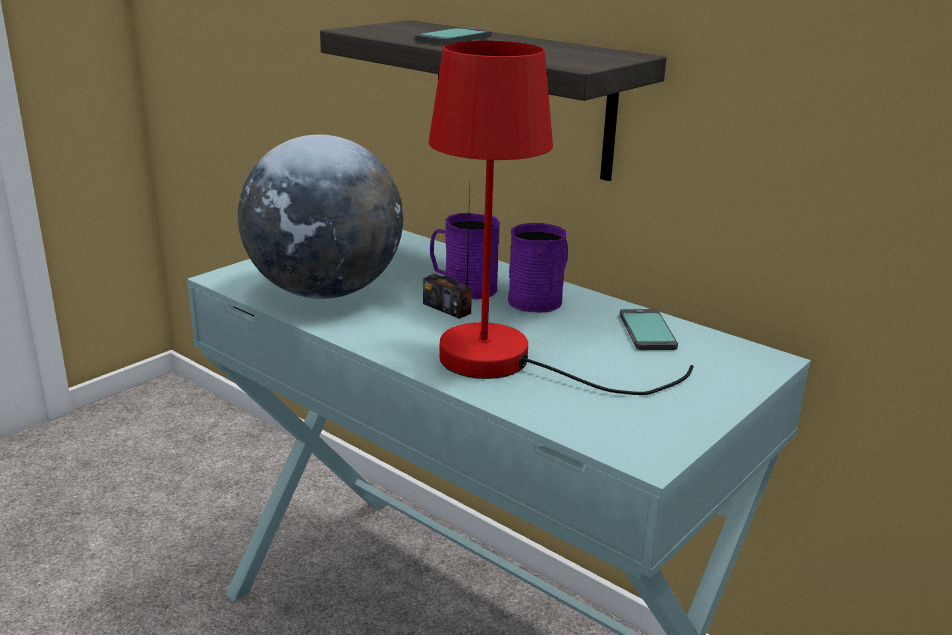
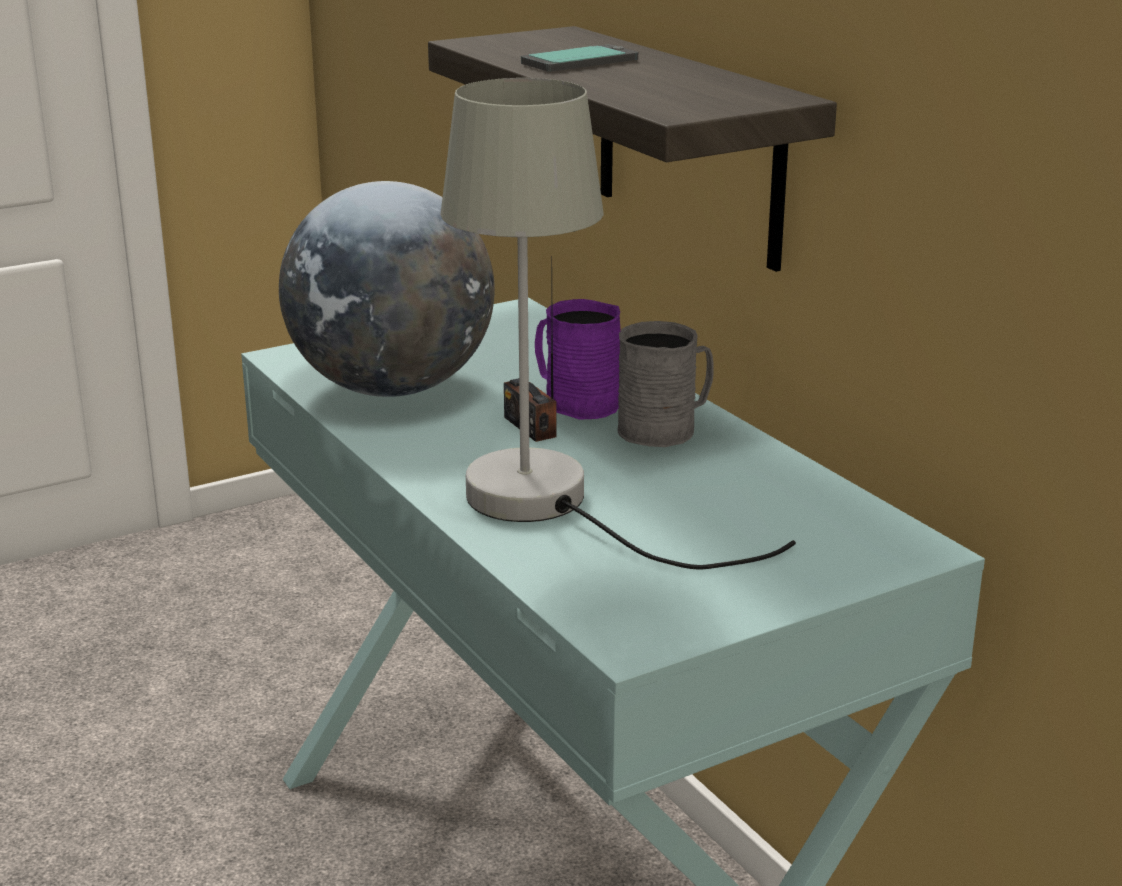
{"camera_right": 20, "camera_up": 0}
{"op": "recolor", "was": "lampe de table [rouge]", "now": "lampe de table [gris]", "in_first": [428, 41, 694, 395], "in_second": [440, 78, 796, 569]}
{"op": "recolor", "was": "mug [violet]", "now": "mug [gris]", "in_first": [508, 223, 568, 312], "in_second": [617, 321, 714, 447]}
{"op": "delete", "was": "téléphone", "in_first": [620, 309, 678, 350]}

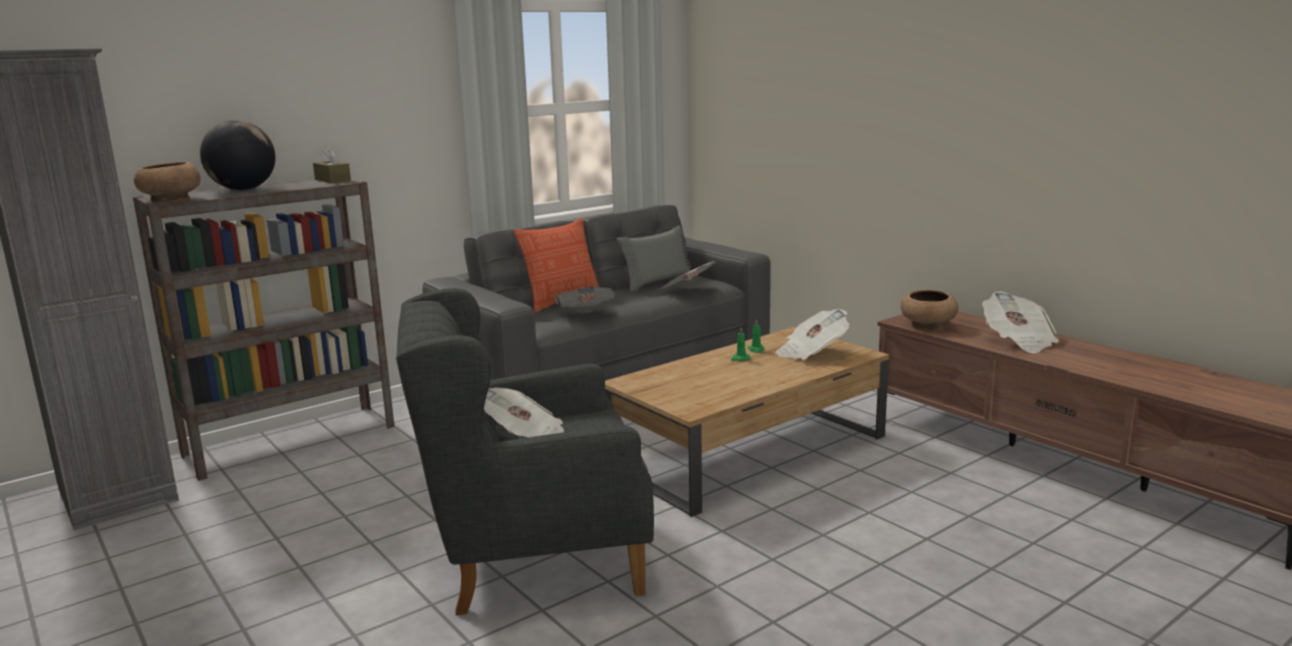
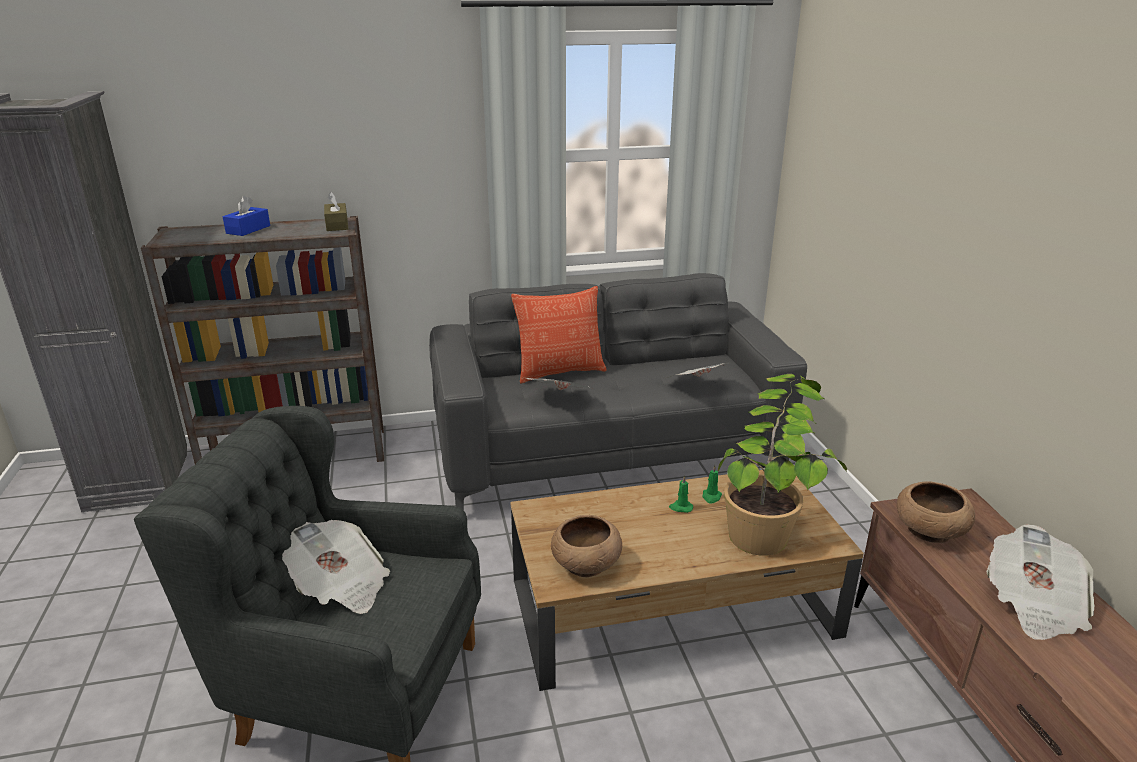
{"camera_right": 25, "camera_up": 10}
{"op": "replace", "was": "globe", "now": "boîte à mouchoirs [bleu]", "in_first": [200, 120, 275, 190], "in_second": [223, 196, 270, 236]}
{"op": "move", "was": "bol [marron]", "in_first": [134, 162, 201, 203], "in_second": [551, 515, 622, 577]}
{"op": "delete", "was": "coussin [gris]", "in_first": [617, 226, 692, 292]}
{"op": "replace", "was": "journal", "now": "plante en pot", "in_first": [775, 309, 849, 360], "in_second": [718, 374, 847, 556]}

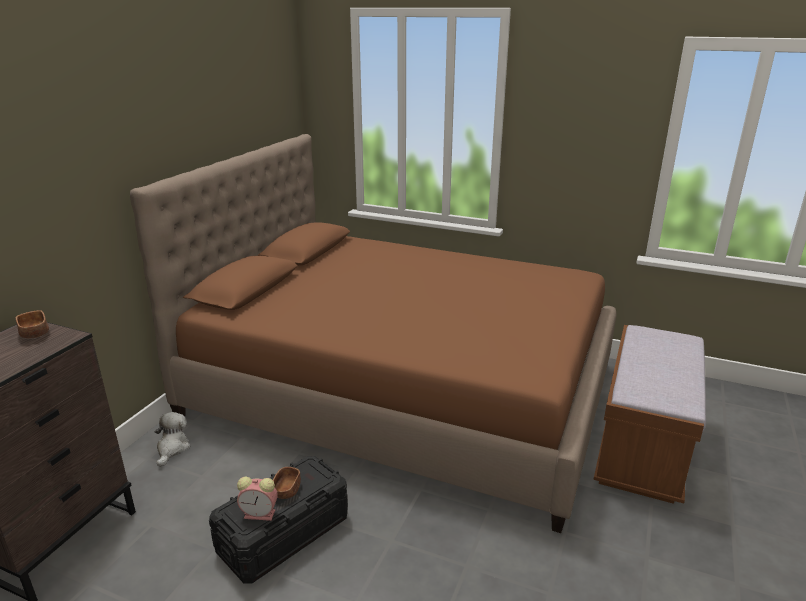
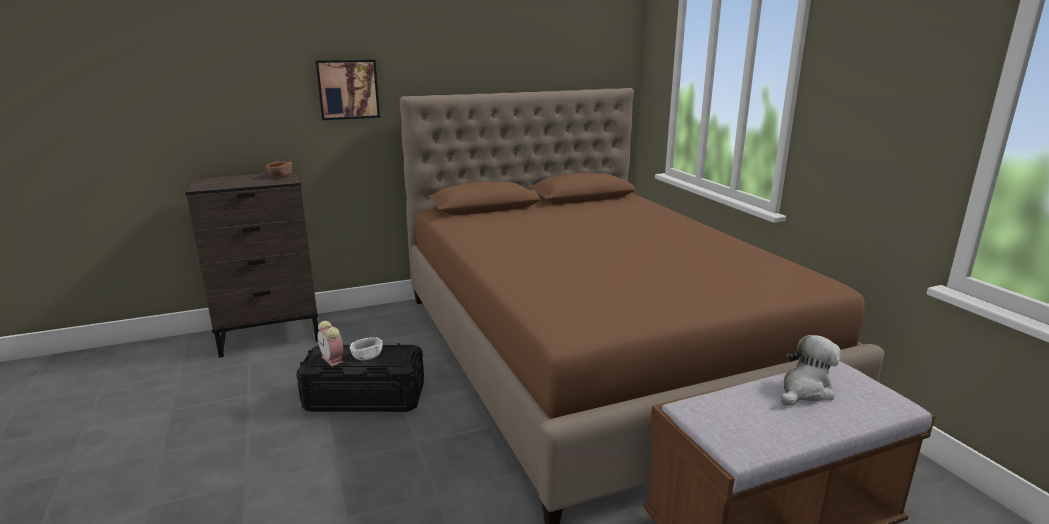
{"camera_right": 45, "camera_up": -5}
{"op": "move", "was": "peluche", "in_first": [154, 412, 190, 467], "in_second": [781, 335, 841, 406]}
{"op": "recolor", "was": "bol [marron]", "now": "bol [blanc]", "in_first": [273, 467, 301, 499], "in_second": [350, 337, 383, 360]}
{"op": "insert", "now": "tableau", "in_second": [315, 59, 380, 120]}

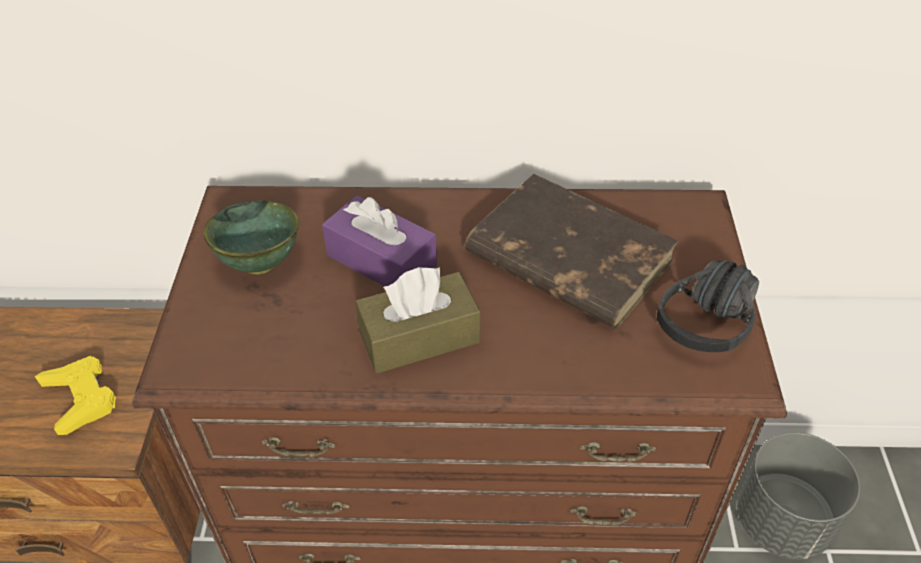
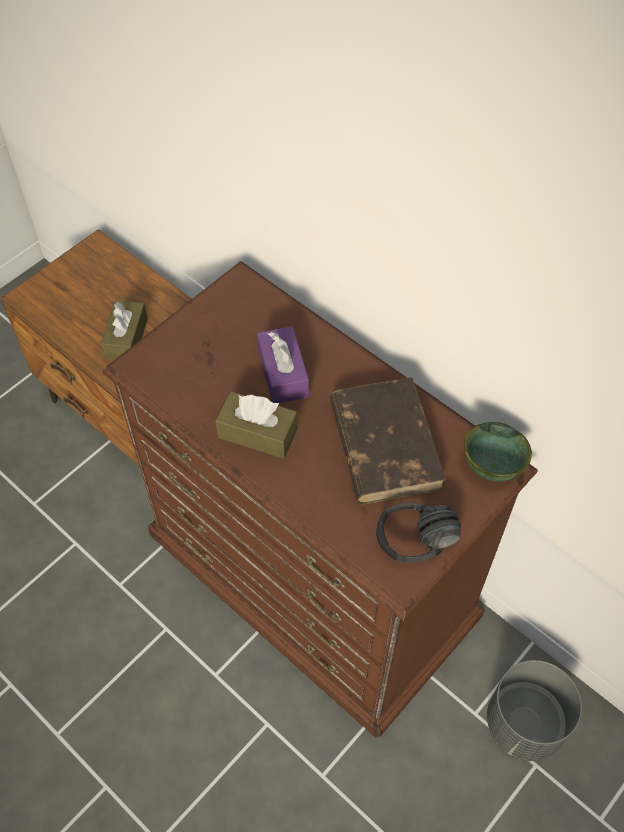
{"camera_right": 40, "camera_up": 10}
{"op": "move", "was": "bol [vert]", "in_first": [203, 201, 299, 275], "in_second": [464, 422, 532, 482]}
{"op": "replace", "was": "manette [jaune]", "now": "boîte à mouchoirs [marron]", "in_first": [35, 356, 116, 435], "in_second": [100, 300, 148, 360]}

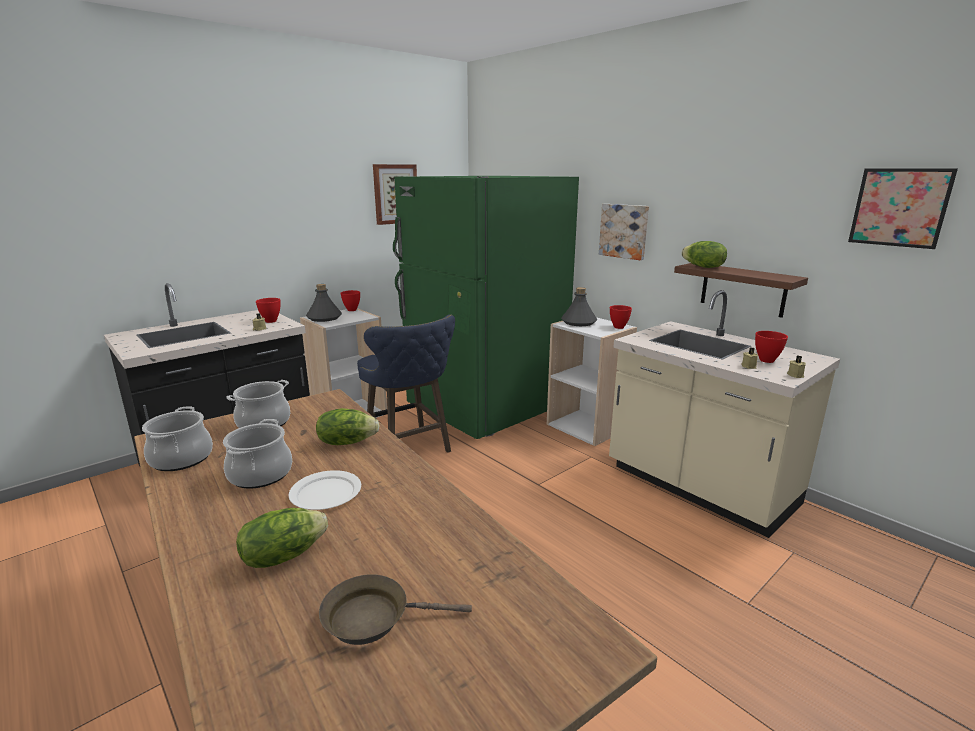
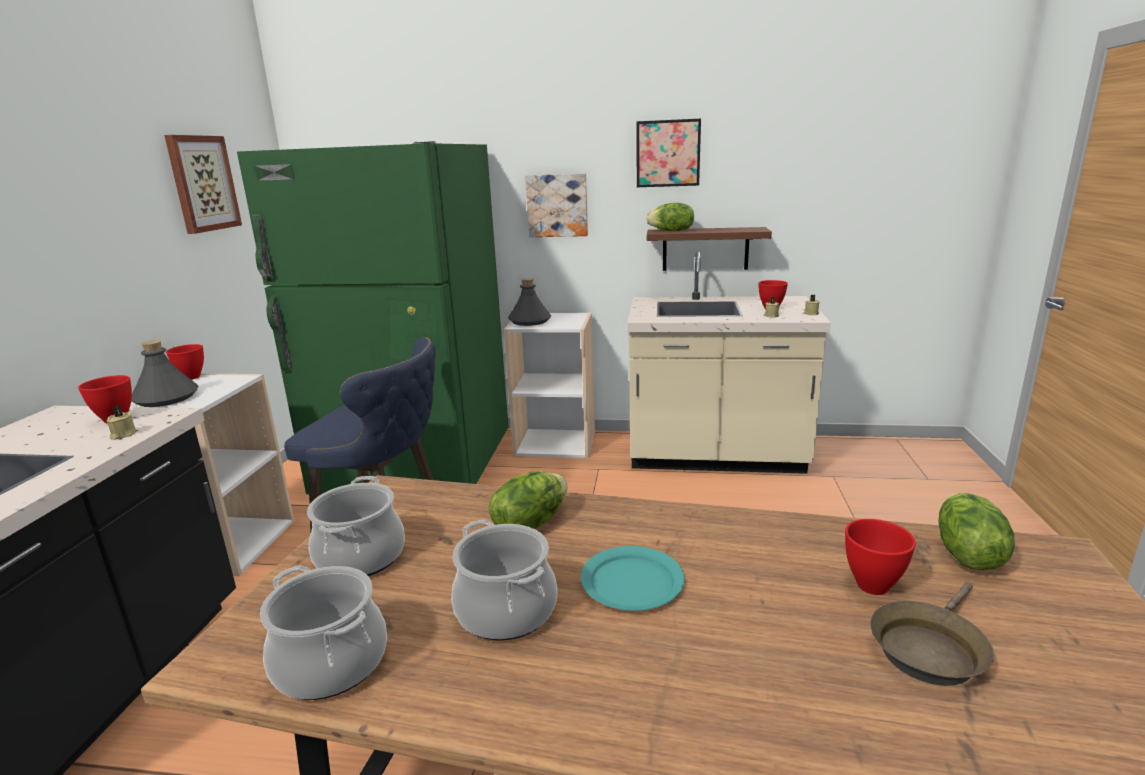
{"camera_right": -40, "camera_up": 0}
{"op": "move", "was": "tableau", "in_first": [848, 169, 958, 249], "in_second": [637, 119, 701, 187]}
{"op": "move", "was": "bol [rouge]", "in_first": [610, 305, 632, 329], "in_second": [845, 519, 916, 595]}
{"op": "recolor", "was": "assiette [blanc]", "now": "assiette [turquoise]", "in_first": [289, 470, 361, 510], "in_second": [580, 546, 685, 611]}
{"op": "move", "was": "laitue", "in_first": [236, 508, 328, 568], "in_second": [939, 493, 1015, 570]}

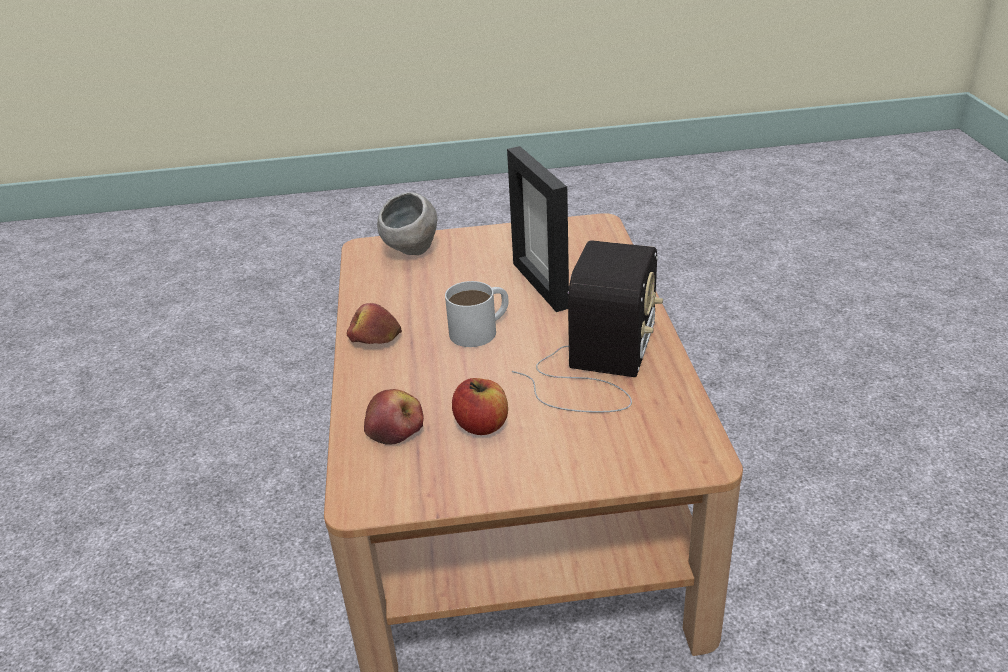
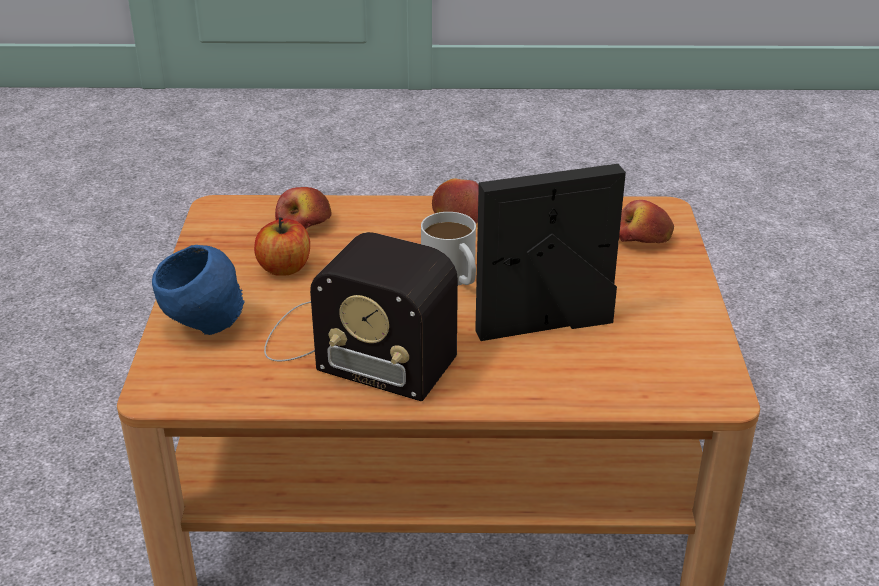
{"camera_right": 95, "camera_up": 0}
{"op": "replace", "was": "bol [gris]", "now": "pomme", "in_first": [377, 192, 437, 256], "in_second": [619, 200, 674, 243]}
{"op": "insert", "now": "bol [bleu]", "in_second": [152, 245, 245, 335]}

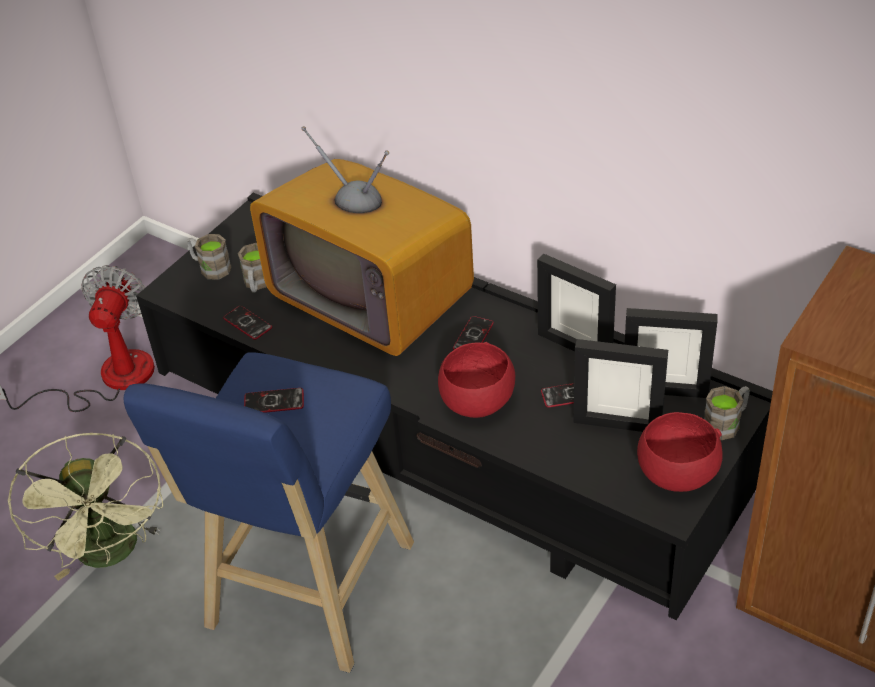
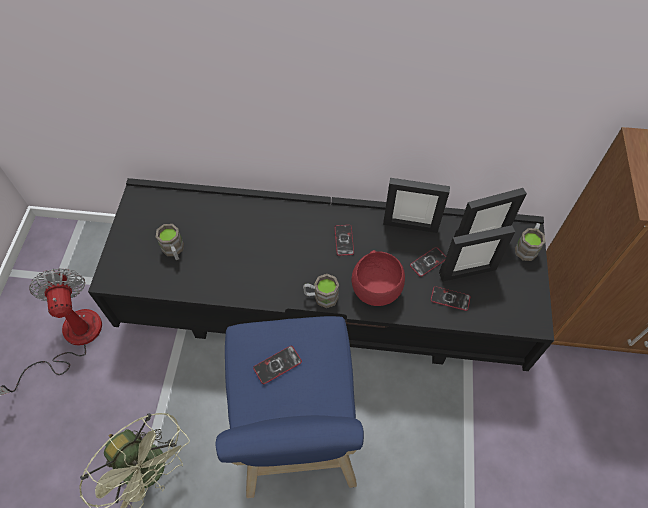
{"camera_right": -30, "camera_up": 15}
{"op": "delete", "was": "téléviseur", "in_first": [250, 126, 474, 356]}
{"op": "move", "was": "mug [marron]", "in_first": [187, 234, 232, 280], "in_second": [303, 274, 339, 308]}
{"op": "move", "was": "téléphone", "in_first": [223, 306, 272, 340], "in_second": [431, 286, 471, 311]}
{"op": "delete", "was": "bol [rouge]", "in_first": [637, 412, 723, 492]}

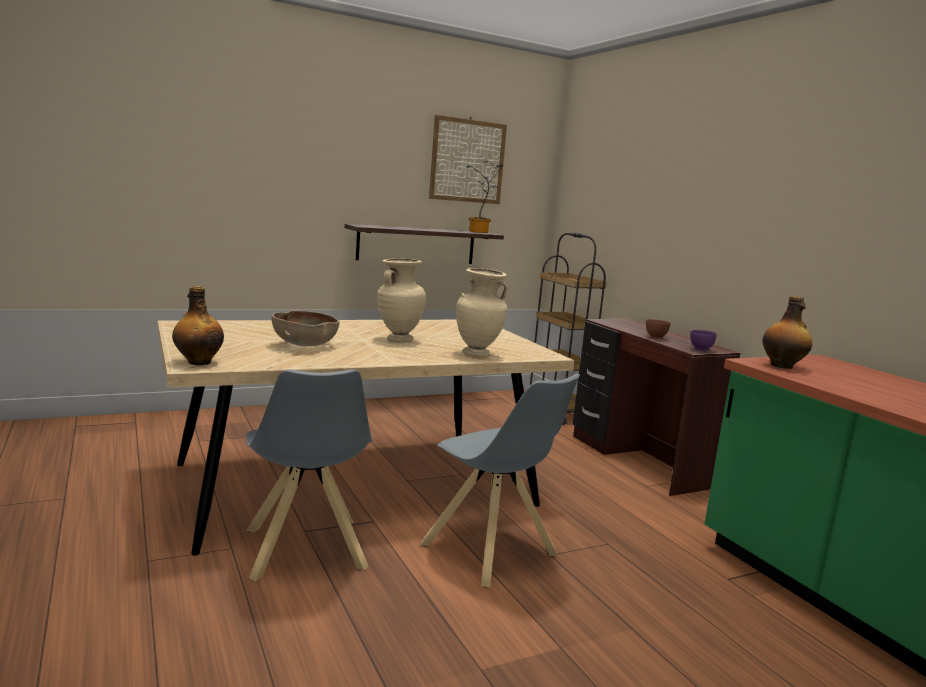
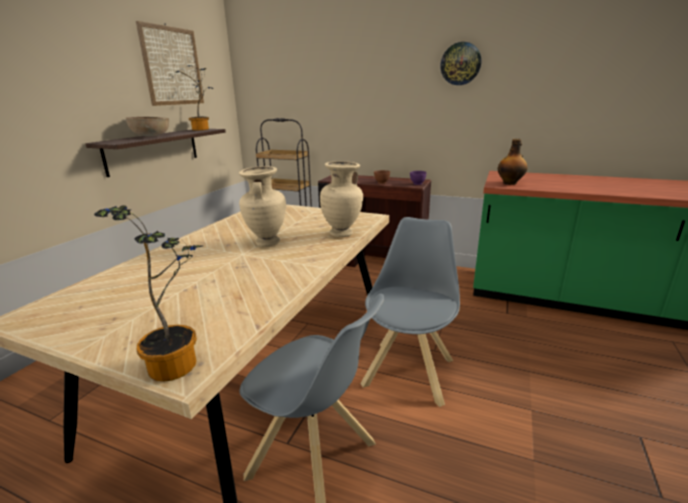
{"camera_right": -40, "camera_up": 10}
{"op": "replace", "was": "bouteille", "now": "plante en pot", "in_first": [172, 286, 224, 365], "in_second": [94, 205, 202, 382]}
{"op": "move", "was": "bol [marron]", "in_first": [272, 311, 340, 346], "in_second": [126, 117, 169, 137]}
{"op": "rotate", "was": "chaise [gris]", "in_first": [420, 374, 580, 587], "in_second": [360, 217, 460, 407], "clockwise": -75}
{"op": "insert", "now": "horloge murale", "in_second": [440, 42, 481, 85]}

